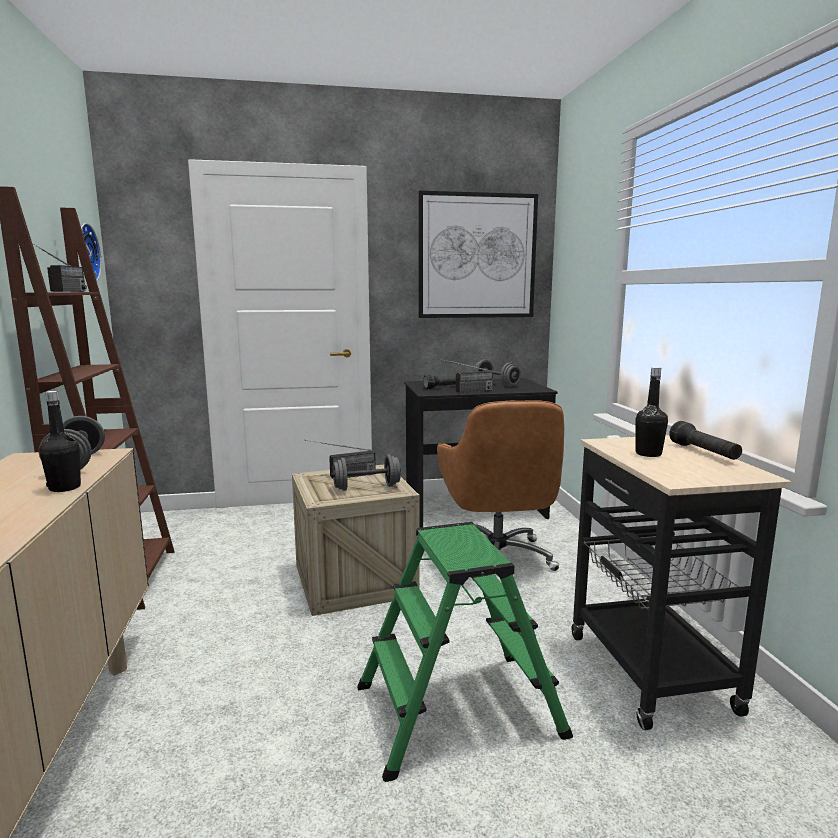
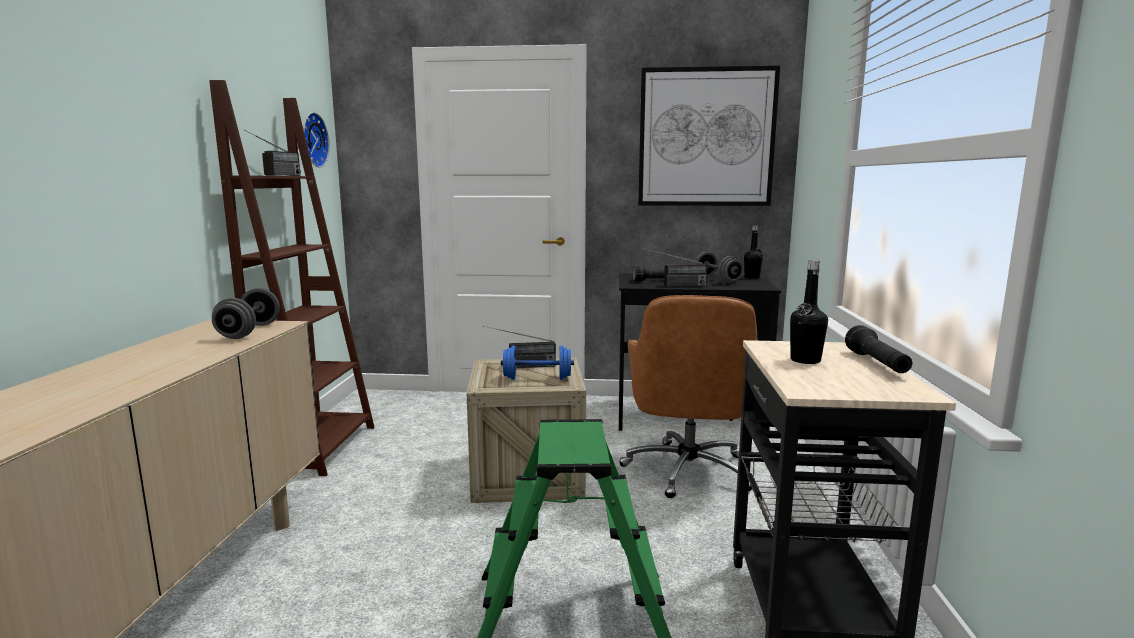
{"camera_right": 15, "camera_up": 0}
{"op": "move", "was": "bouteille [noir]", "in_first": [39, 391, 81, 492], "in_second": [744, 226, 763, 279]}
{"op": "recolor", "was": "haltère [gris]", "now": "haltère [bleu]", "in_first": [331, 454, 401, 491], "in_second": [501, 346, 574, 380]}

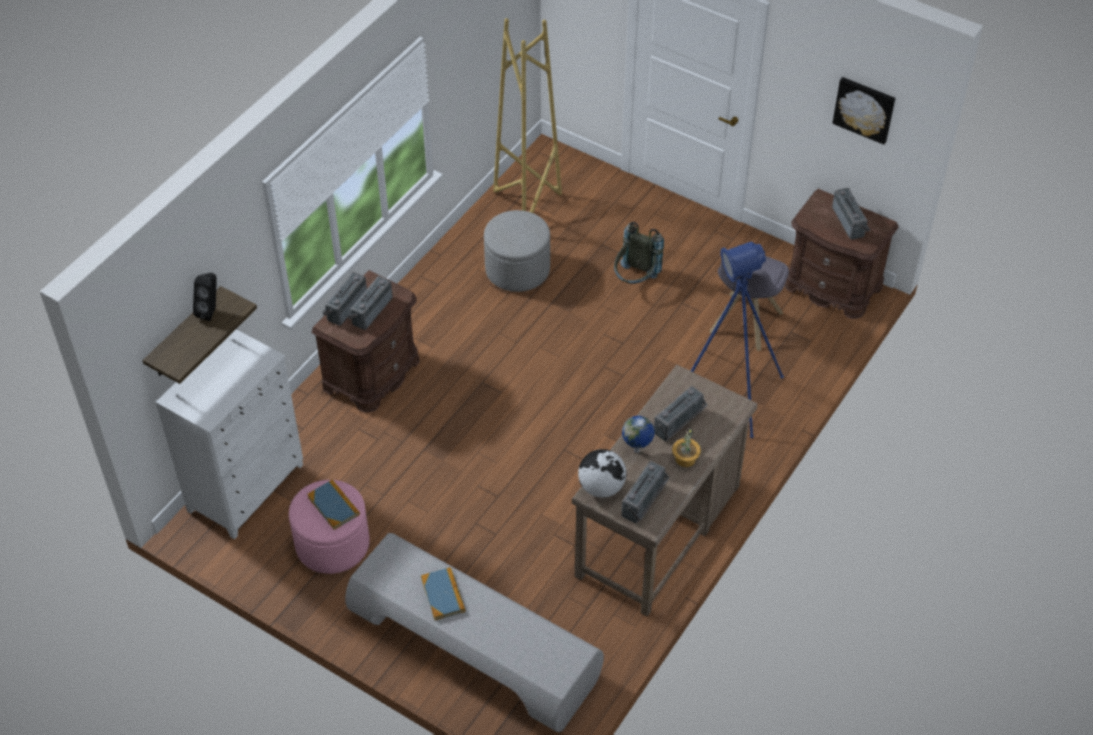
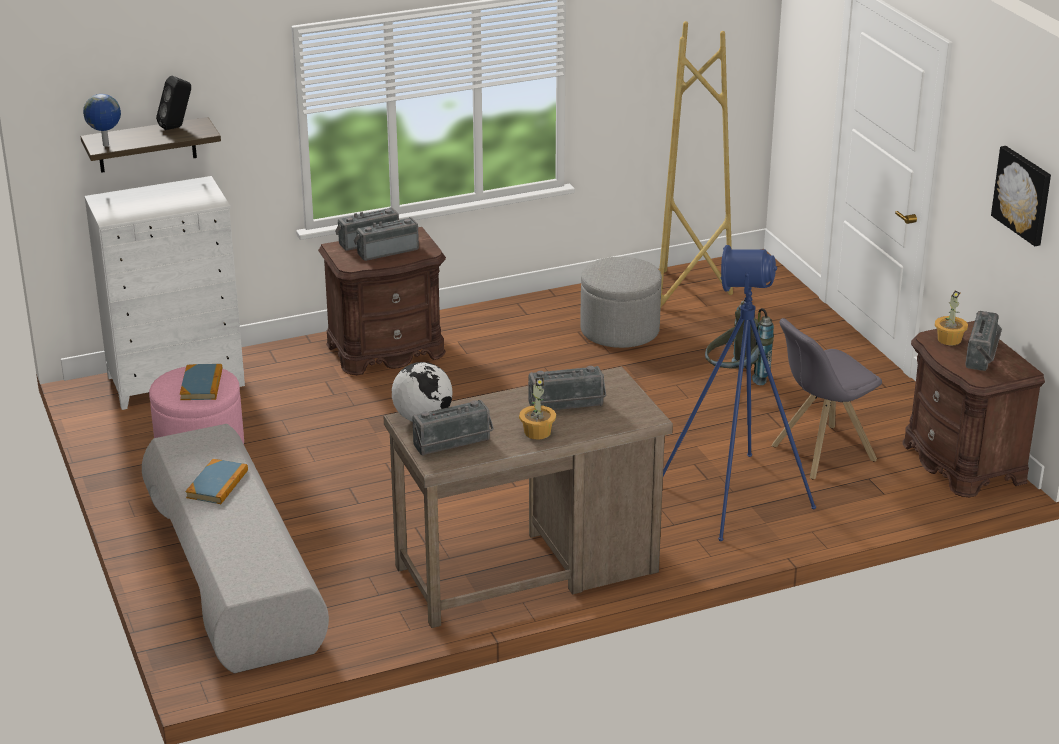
{"camera_right": 35, "camera_up": -20}
{"op": "move", "was": "globe", "in_first": [622, 416, 655, 453], "in_second": [83, 94, 121, 146]}
{"op": "insert", "now": "plante en pot", "in_second": [935, 291, 968, 346]}

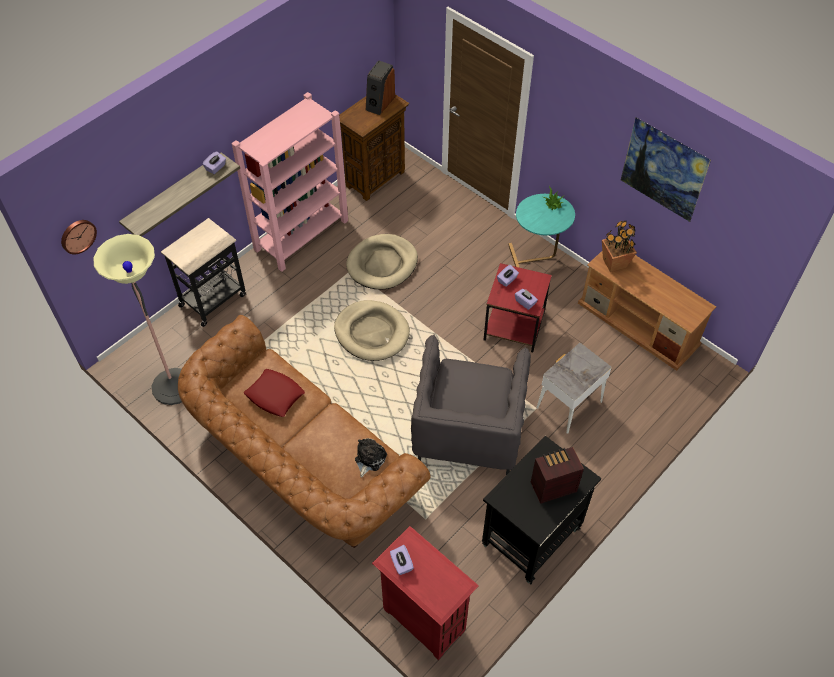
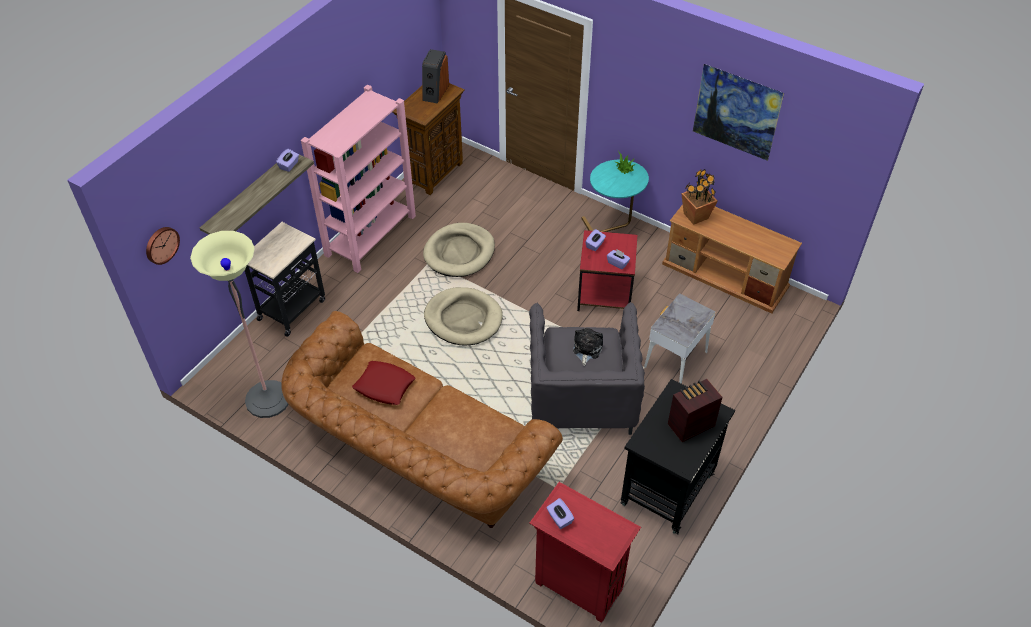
{"camera_right": -10, "camera_up": -5}
{"op": "move", "was": "peluche", "in_first": [355, 438, 387, 477], "in_second": [573, 328, 603, 366]}

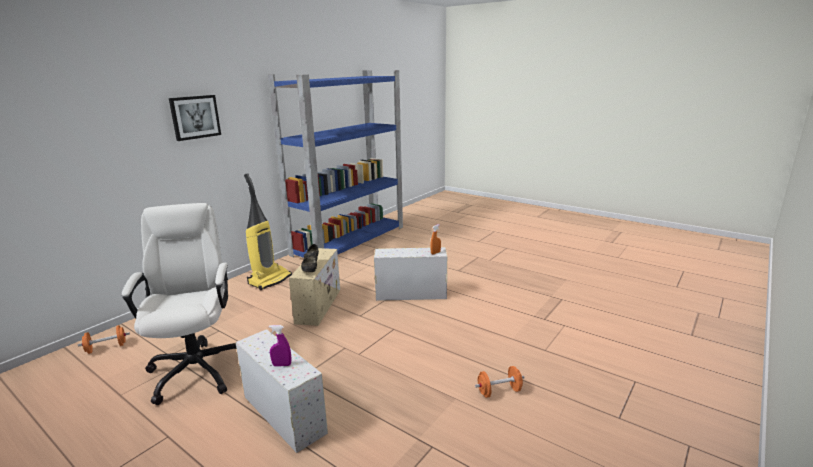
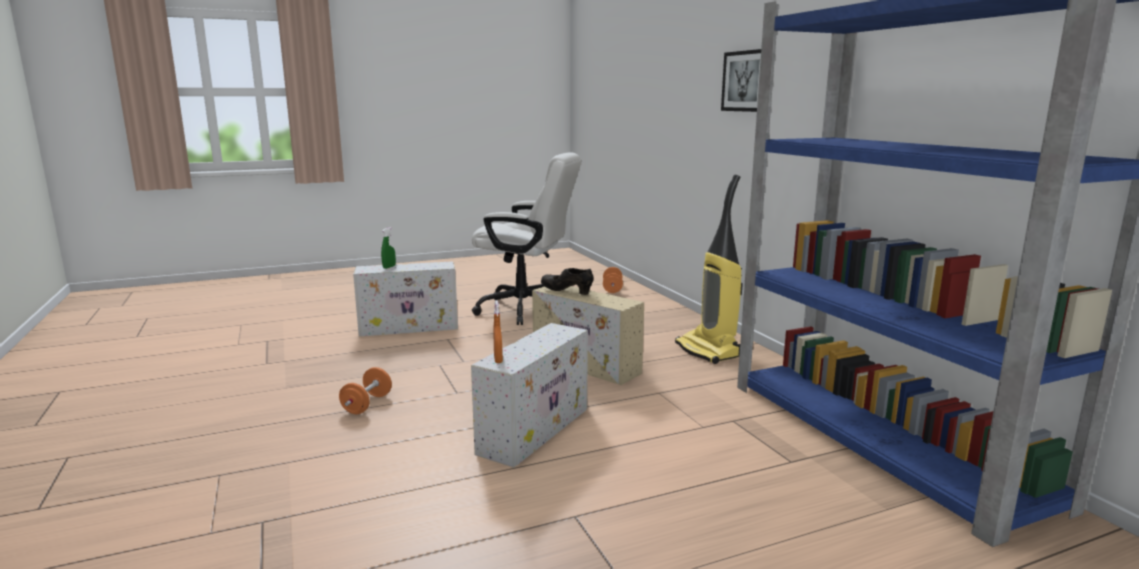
{"camera_right": 120, "camera_up": -5}
{"op": "recolor", "was": "vaporisateur [violet]", "now": "vaporisateur [vert]", "in_first": [269, 325, 291, 367], "in_second": [381, 227, 396, 269]}
{"op": "move", "was": "haltère [orange]", "in_first": [475, 366, 525, 398], "in_second": [339, 367, 392, 414]}

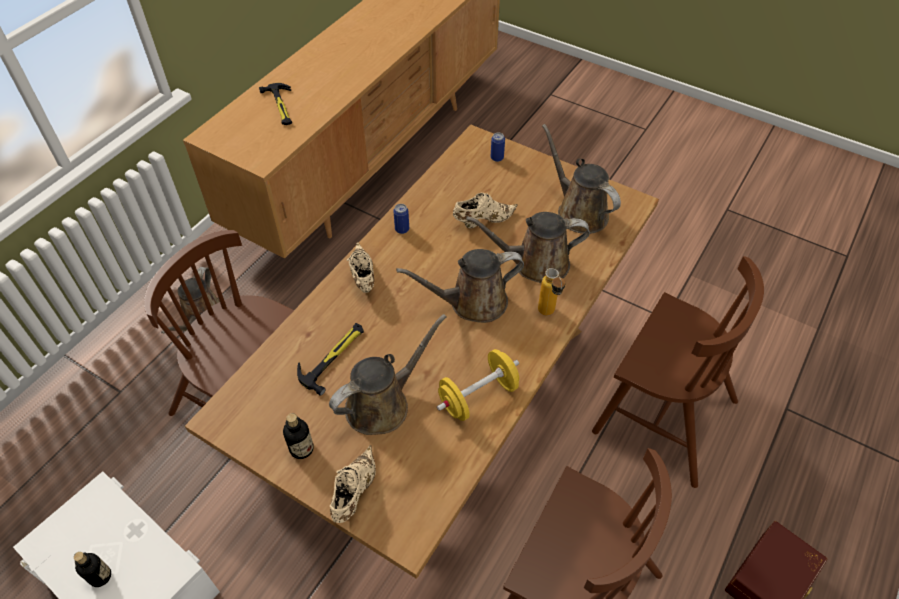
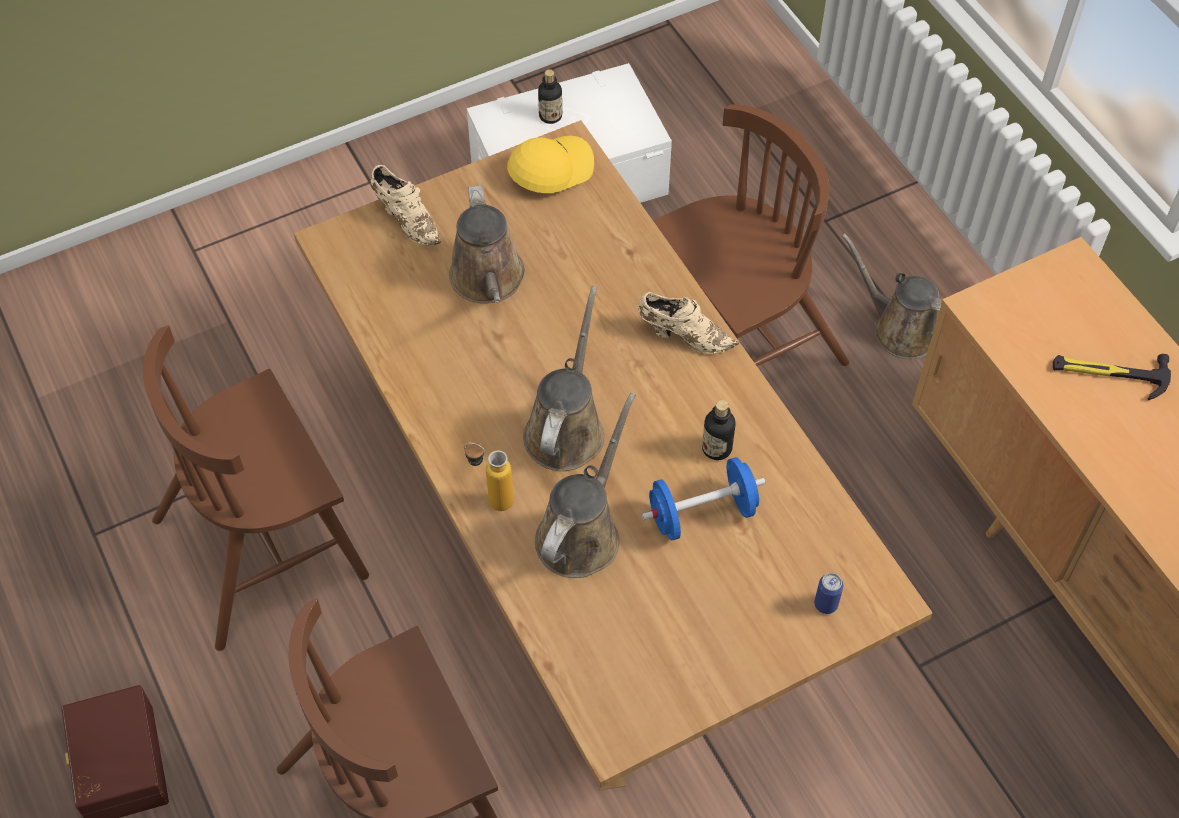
{"camera_right": 120, "camera_up": 5}
{"op": "delete", "was": "arrosoir [marron]", "in_first": [542, 124, 621, 234]}
{"op": "replace", "was": "chaussure [beige]", "now": "haltère [bleu]", "in_first": [453, 193, 518, 228], "in_second": [642, 457, 765, 540]}
{"op": "delete", "was": "boîte métallique", "in_first": [393, 204, 409, 234]}
{"op": "delete", "was": "marteau", "in_first": [297, 323, 364, 396]}
{"op": "delete", "was": "haltère [jaune]", "in_first": [437, 349, 519, 421]}
{"op": "move", "was": "bouteille", "in_first": [283, 413, 314, 459], "in_second": [702, 400, 736, 460]}
{"op": "insert", "now": "casquette [jaune]", "in_second": [507, 136, 594, 193]}

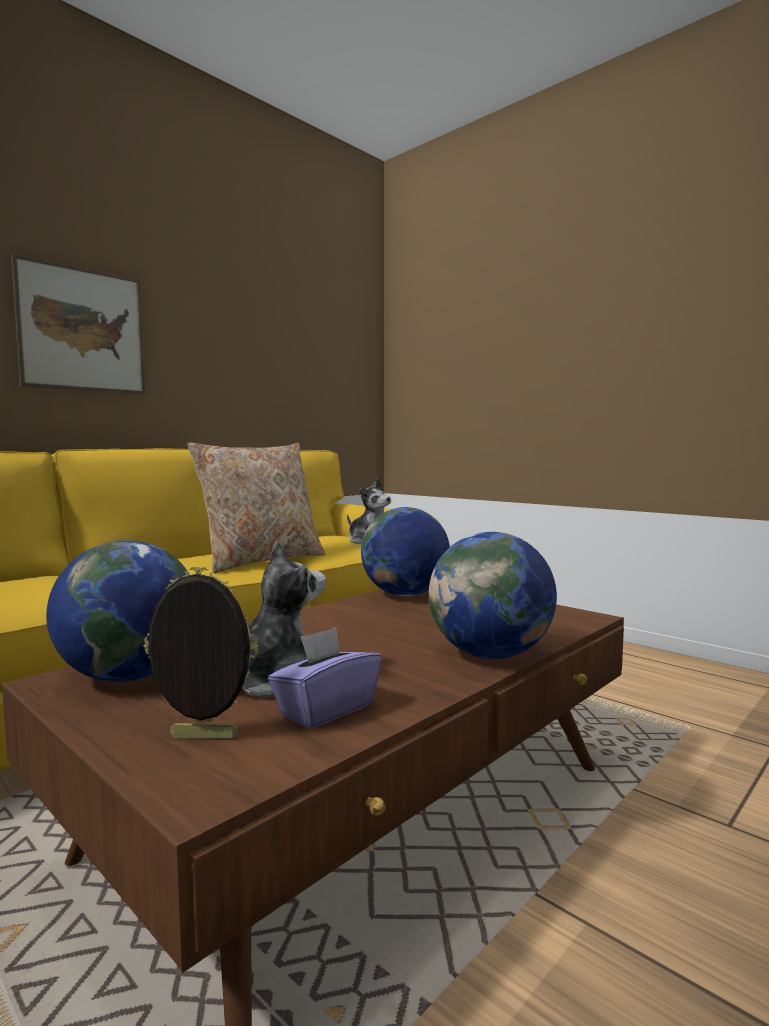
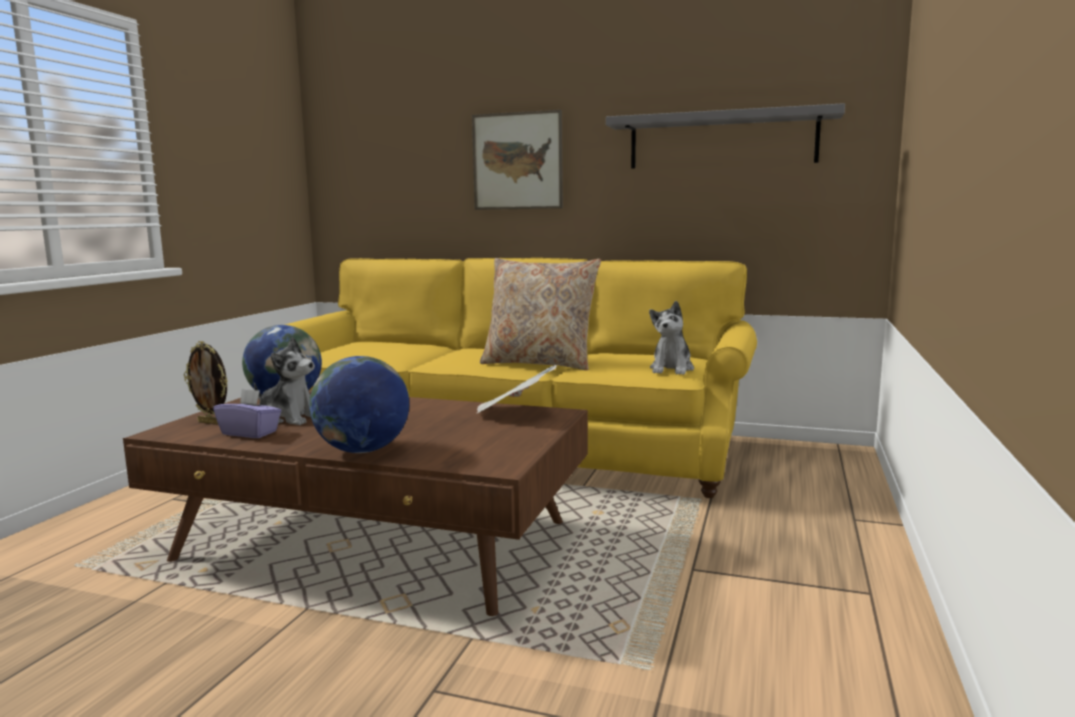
{"camera_right": 65, "camera_up": 5}
{"op": "replace", "was": "globe", "now": "journal", "in_first": [361, 507, 450, 596], "in_second": [477, 365, 557, 413]}
{"op": "rotate", "was": "cadre photo", "in_first": [144, 567, 258, 739], "in_second": [184, 341, 228, 425], "clockwise": 135}
{"op": "insert", "now": "étagère [gris]", "in_second": [606, 103, 845, 169]}

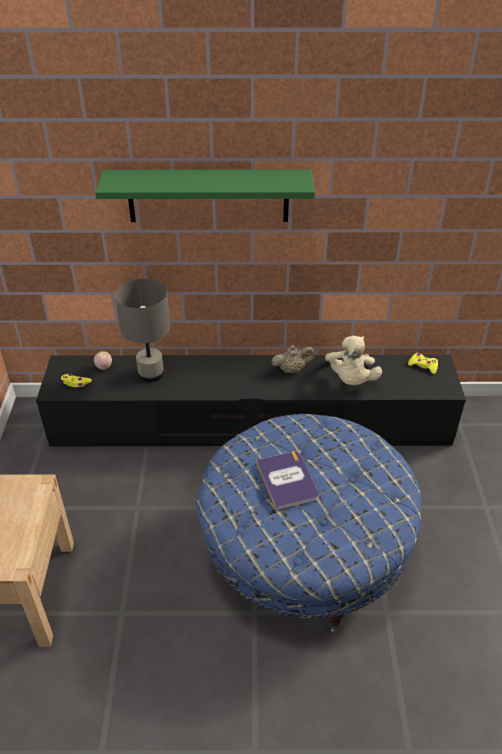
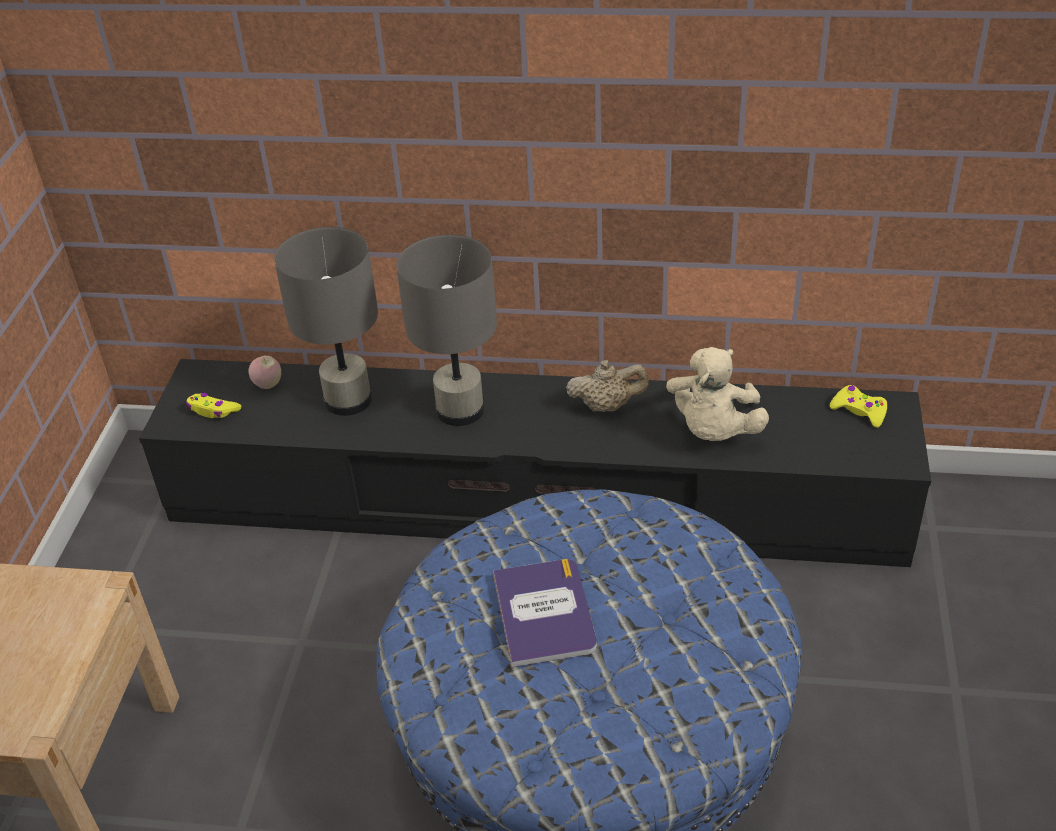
{"camera_right": 10, "camera_up": 0}
{"op": "delete", "was": "étagère [vert]", "in_first": [95, 169, 315, 222]}
{"op": "insert", "now": "lampe de table [gris]", "in_second": [397, 235, 497, 426]}

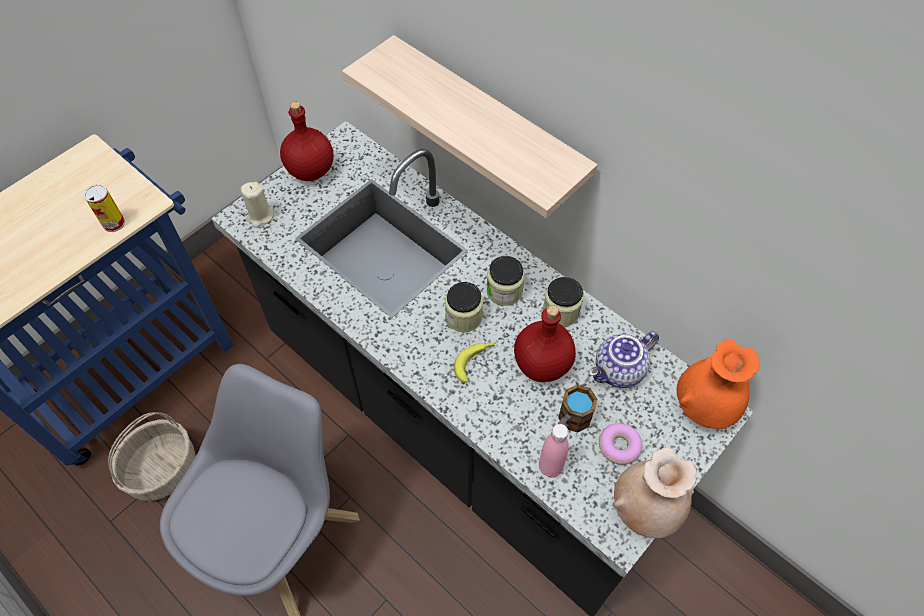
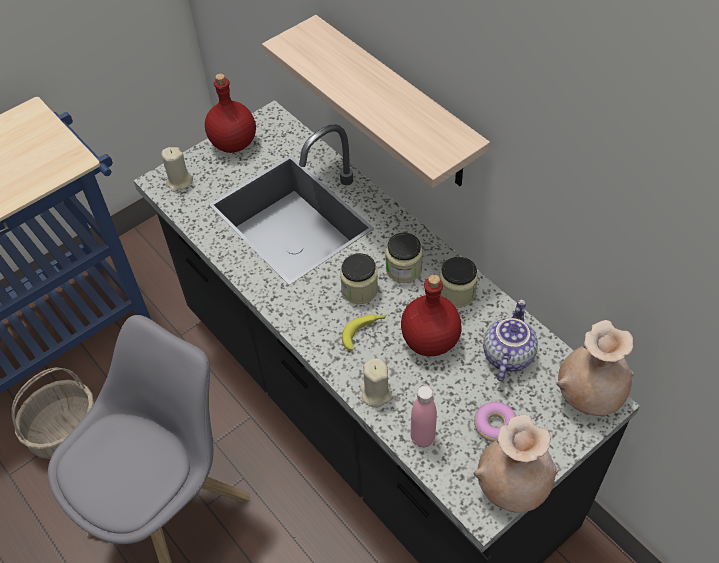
{"camera_right": 10, "camera_up": -5}
{"op": "delete", "was": "boîte métallique", "in_first": [84, 184, 125, 232]}
{"op": "rotate", "was": "théière", "in_first": [589, 331, 659, 388], "in_second": [483, 299, 538, 381], "clockwise": 135}
{"op": "recolor", "was": "vase [orange]", "now": "vase [beige]", "in_first": [677, 339, 760, 429], "in_second": [557, 320, 634, 416]}
{"op": "delete", "was": "mug", "in_first": [558, 384, 598, 433]}
{"op": "insert", "now": "bougie [beige]", "in_second": [360, 358, 391, 408]}

